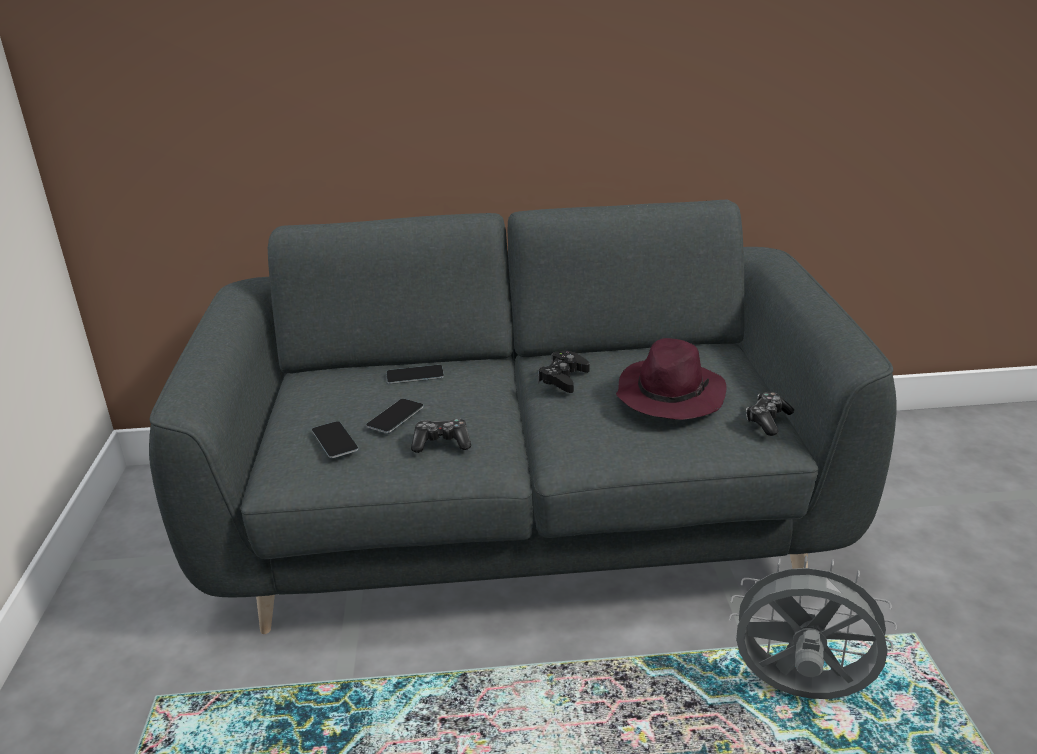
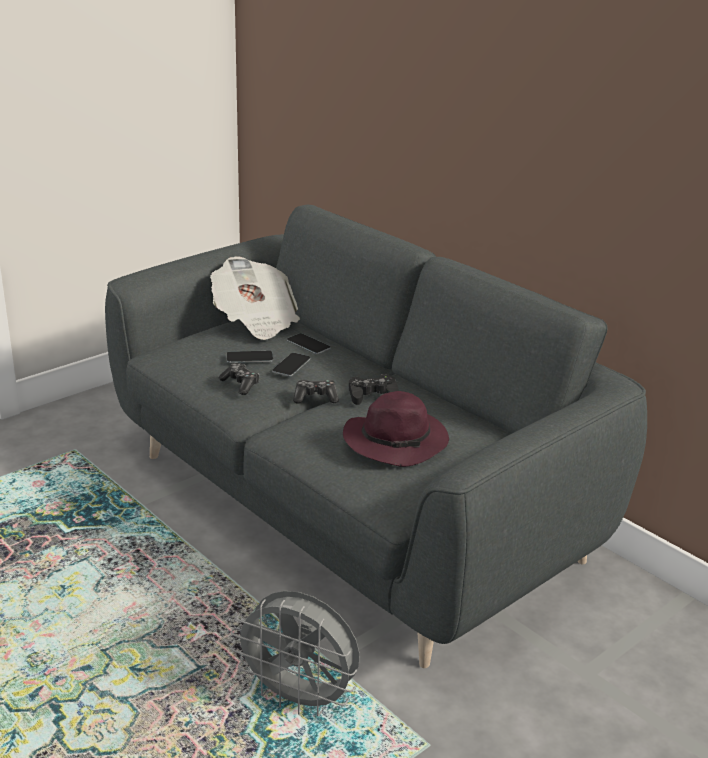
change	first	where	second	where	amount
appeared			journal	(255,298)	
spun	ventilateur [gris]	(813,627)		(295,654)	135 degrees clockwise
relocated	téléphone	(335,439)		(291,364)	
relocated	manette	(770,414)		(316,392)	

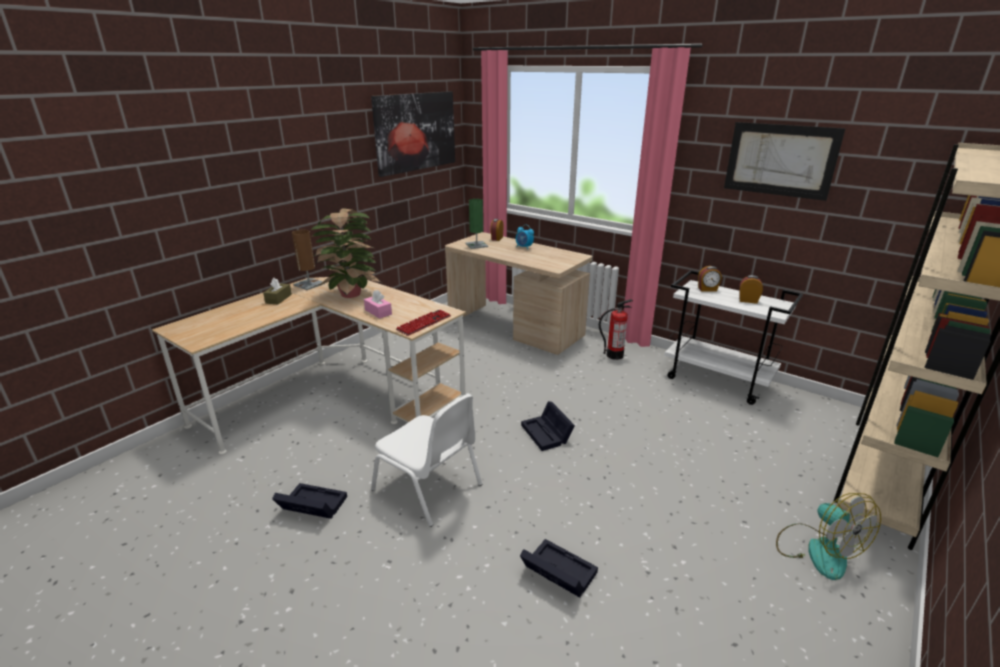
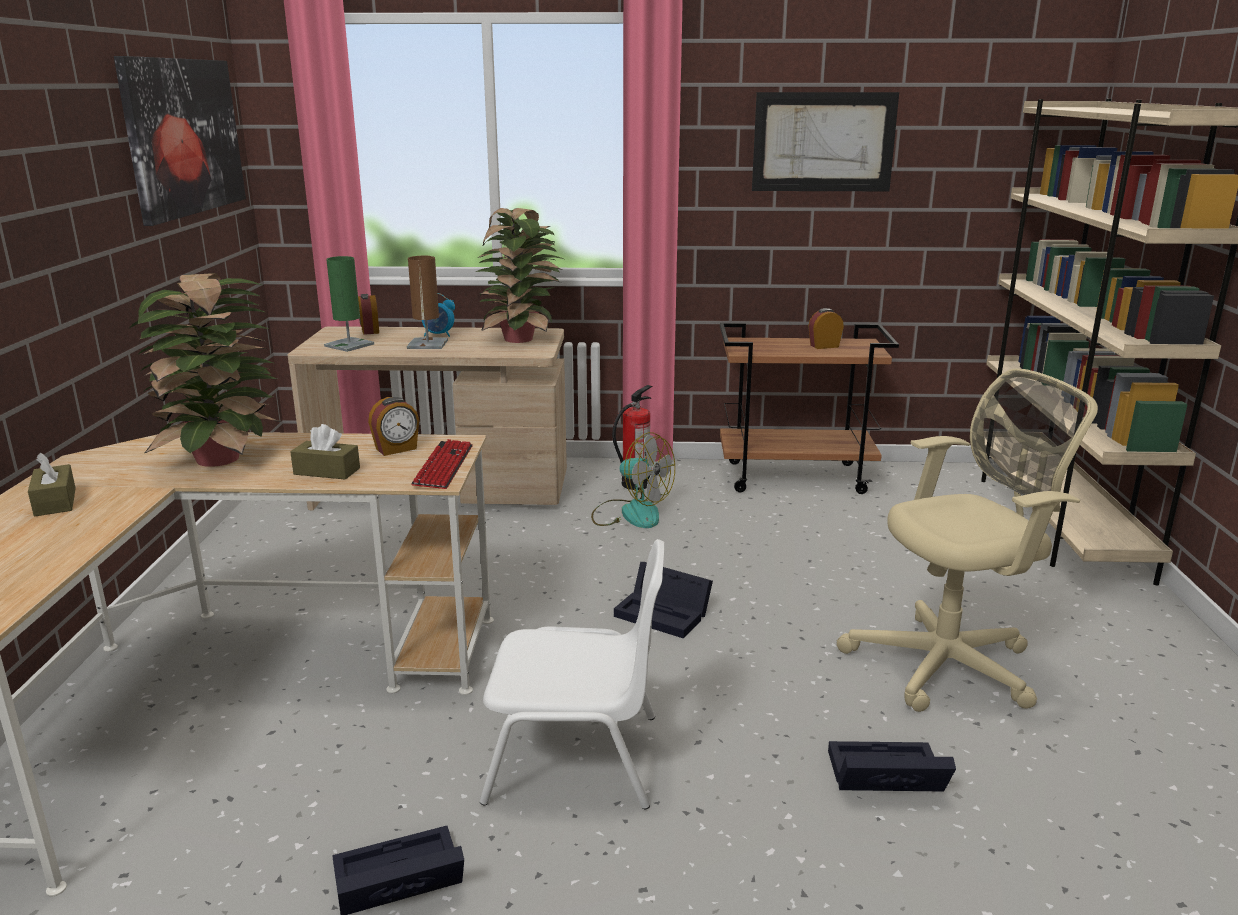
change	first	where	second	where	amount
colour	boîte à mouchoirs [rose]	(378,304)	boîte à mouchoirs [marron]	(325,452)	
relocated	réveil	(710,279)		(393,426)	
relocated	lampe de table [marron]	(308,260)		(427,302)	
appeared			plante en pot	(521,275)	
relocated	ventilateur	(828,536)		(633,480)	
colour	chariot [blanc]	(733,337)	chariot [marron]	(809,408)	
appeared			chaise de bureau [beige]	(967,540)	

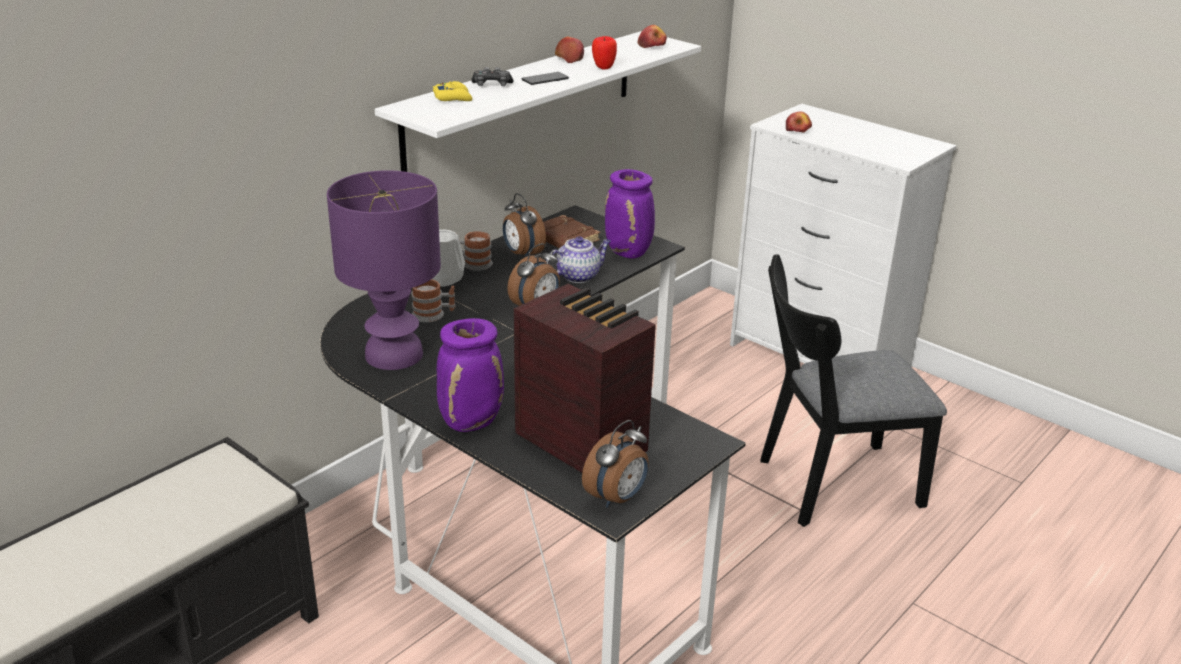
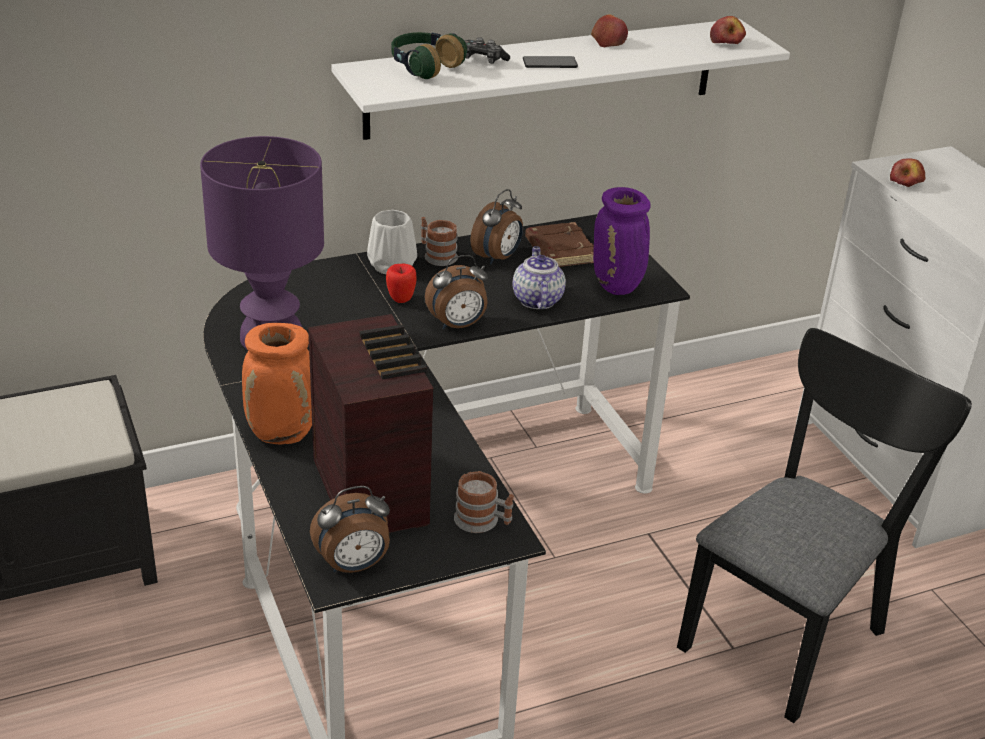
change	first	where	second	where	amount
colour	vase [violet]	(470,375)	vase [orange]	(277,383)	
relocated	pomme	(604,53)		(401,283)	
exchanged	manette [jaune]	(452,91)	casque audio	(429,55)	
relocated	mug	(433,300)		(484,502)	
spun	réveil	(524,225)		(496,226)	135 degrees counterclockwise
spun	théière	(578,259)		(539,277)	90 degrees counterclockwise
spun	chaise [noir]	(853,390)		(824,525)	120 degrees clockwise

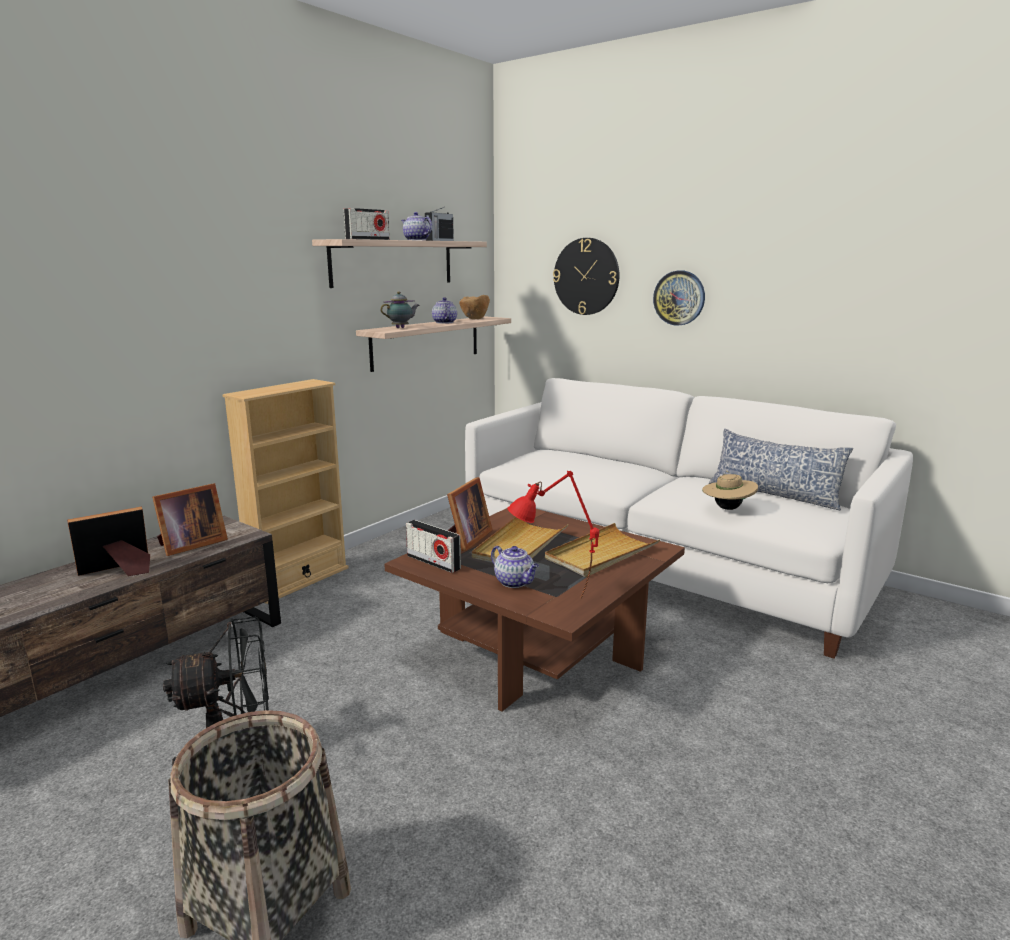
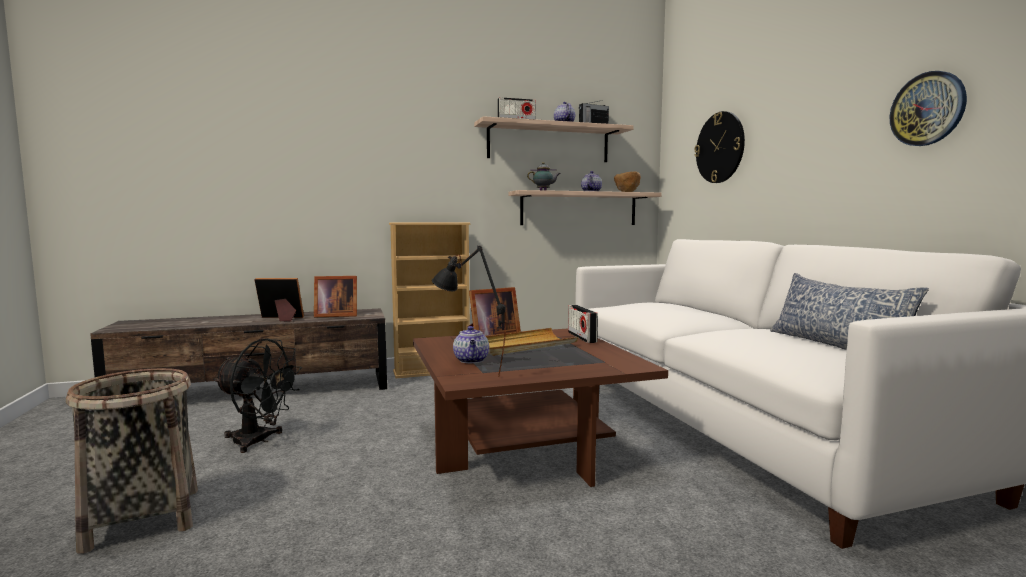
change	first	where	second	where	amount
colour	lampe de table [rouge]	(553,535)	lampe de table [noir]	(469,311)	
relocated	radio	(433,546)		(583,324)	
relocated	horloge murale	(679,298)		(928,108)	
missing	plateau [beige]	(602,550)			
missing	chapeau [beige]	(730,490)			

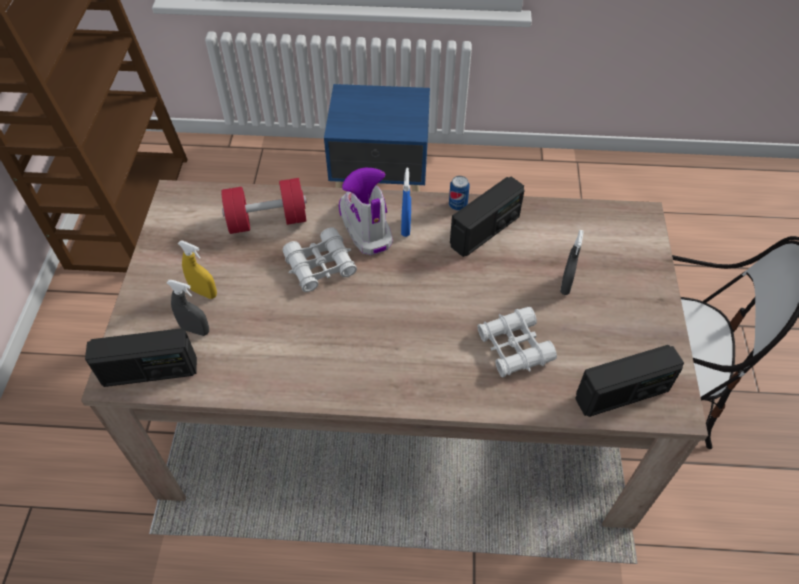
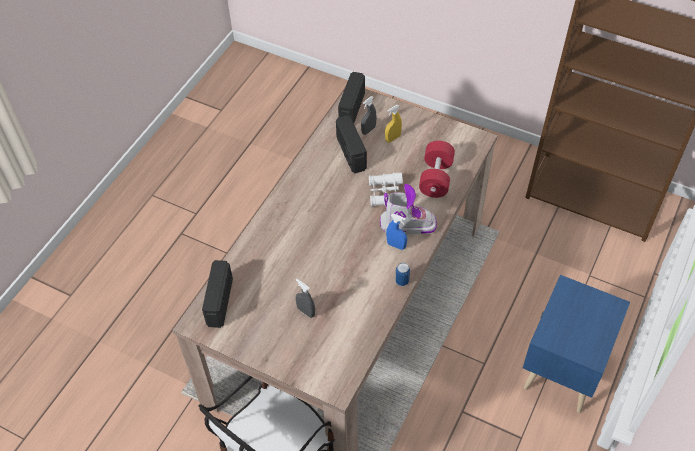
change	first	where	second	where	amount
relocated	radio	(487,217)		(351,144)	
missing	jumelles [blanc]	(517,342)			

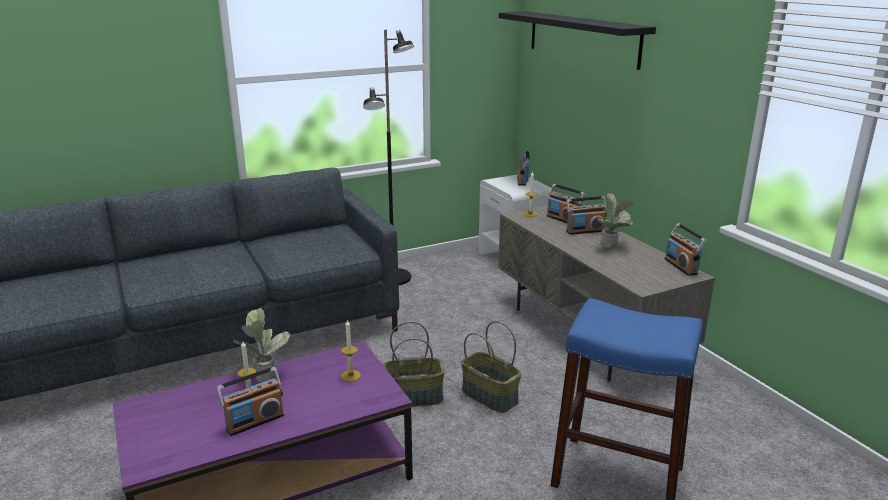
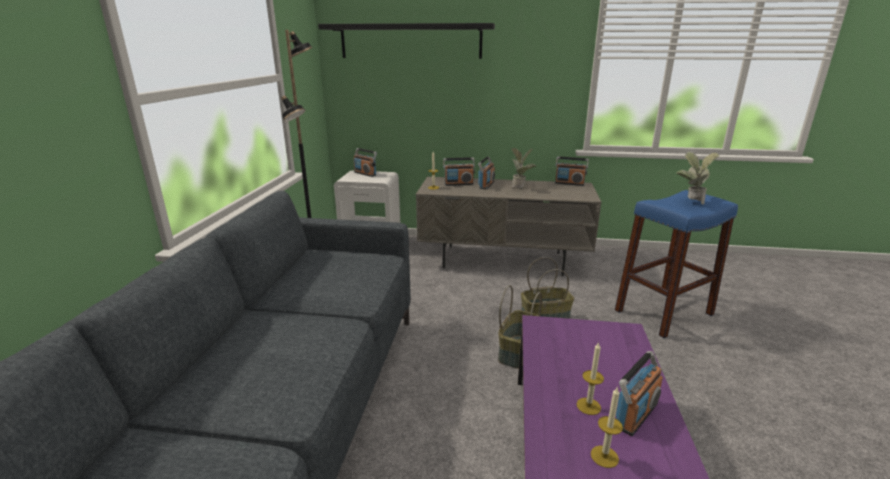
change	first	where	second	where	amount
relocated	bougie	(351,350)		(607,428)	
spun	radio	(250,401)		(639,393)	45 degrees clockwise
relocated	plante en pot	(262,345)		(697,178)	

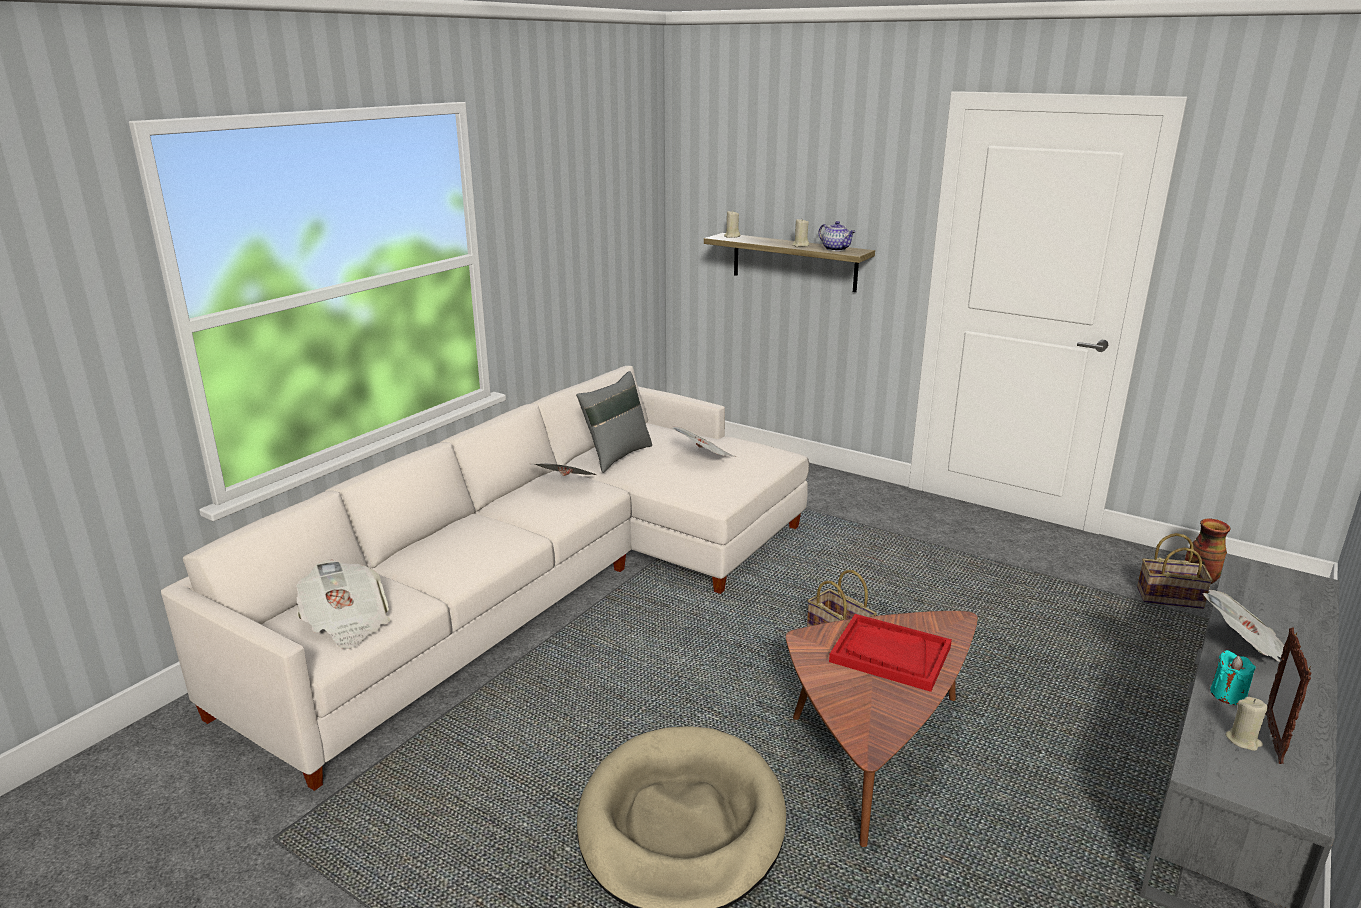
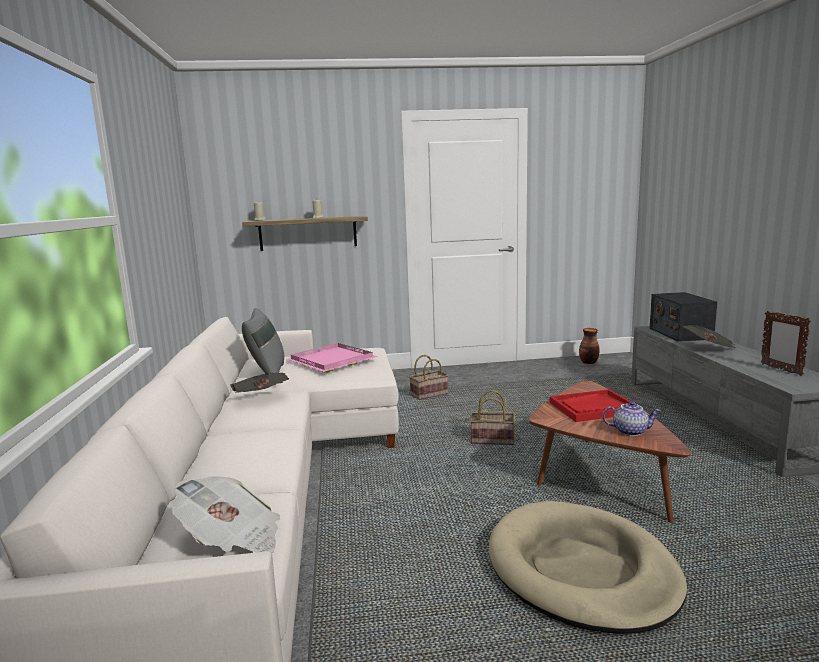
change	first	where	second	where	amount
exchanged	journal	(704,442)	plateau [rose]	(332,357)	
relocated	panier	(1175,571)		(428,377)	
relocated	théière	(837,236)		(631,418)	
appeared			radio	(683,317)	
missing	bougie [turquoise]	(1233,677)			
missing	bougie [beige]	(1246,724)			

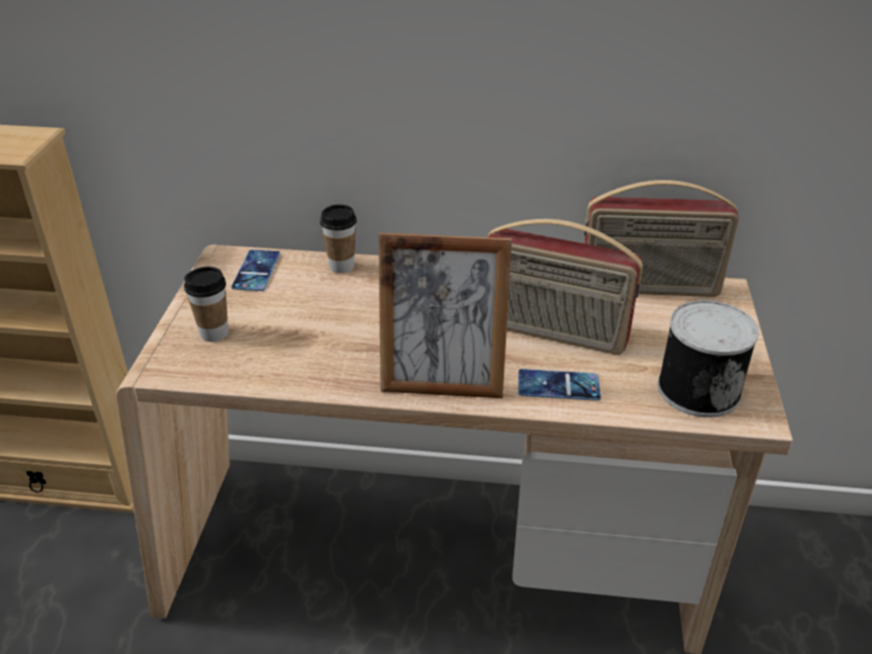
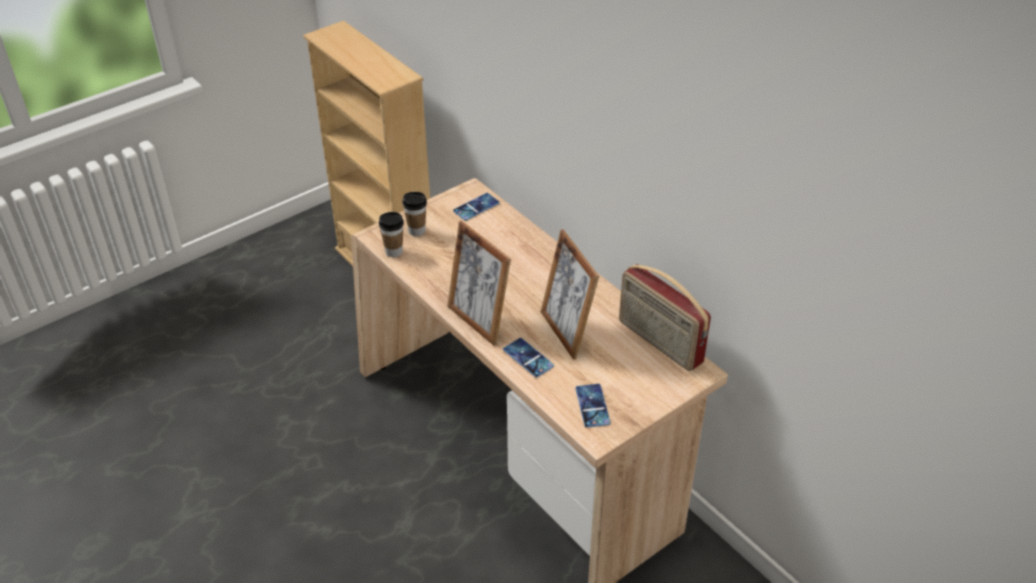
change	first	where	second	where	amount
relocated	tasse	(338,238)		(391,234)	
exchanged	radio	(565,287)	cadre photo	(570,294)	
exchanged	boîte métallique	(708,359)	téléphone	(593,406)	

